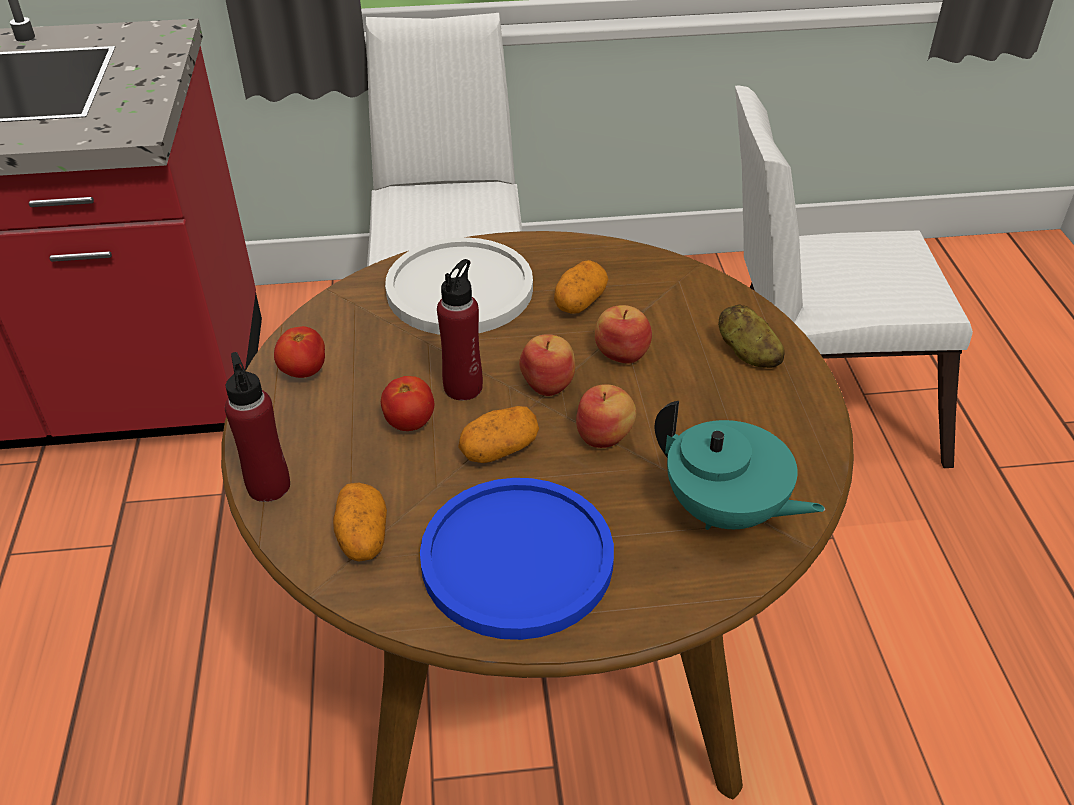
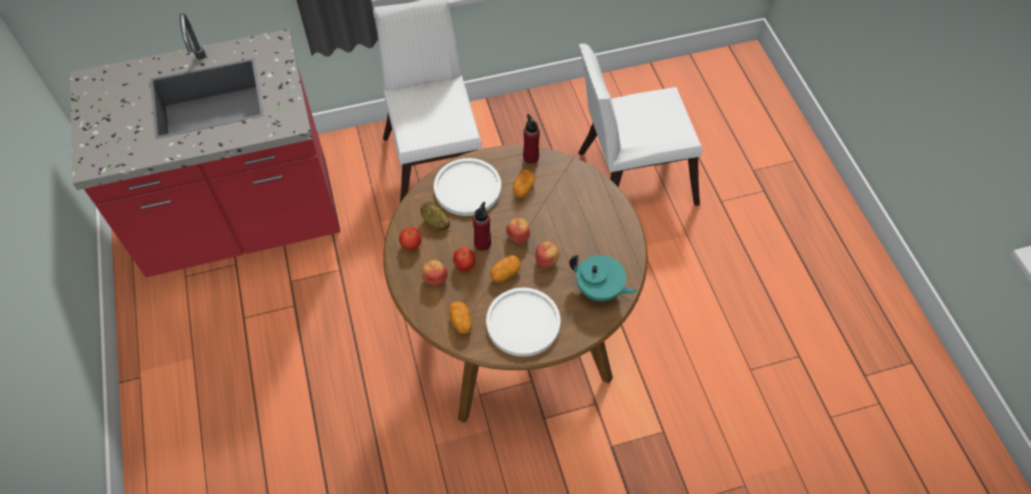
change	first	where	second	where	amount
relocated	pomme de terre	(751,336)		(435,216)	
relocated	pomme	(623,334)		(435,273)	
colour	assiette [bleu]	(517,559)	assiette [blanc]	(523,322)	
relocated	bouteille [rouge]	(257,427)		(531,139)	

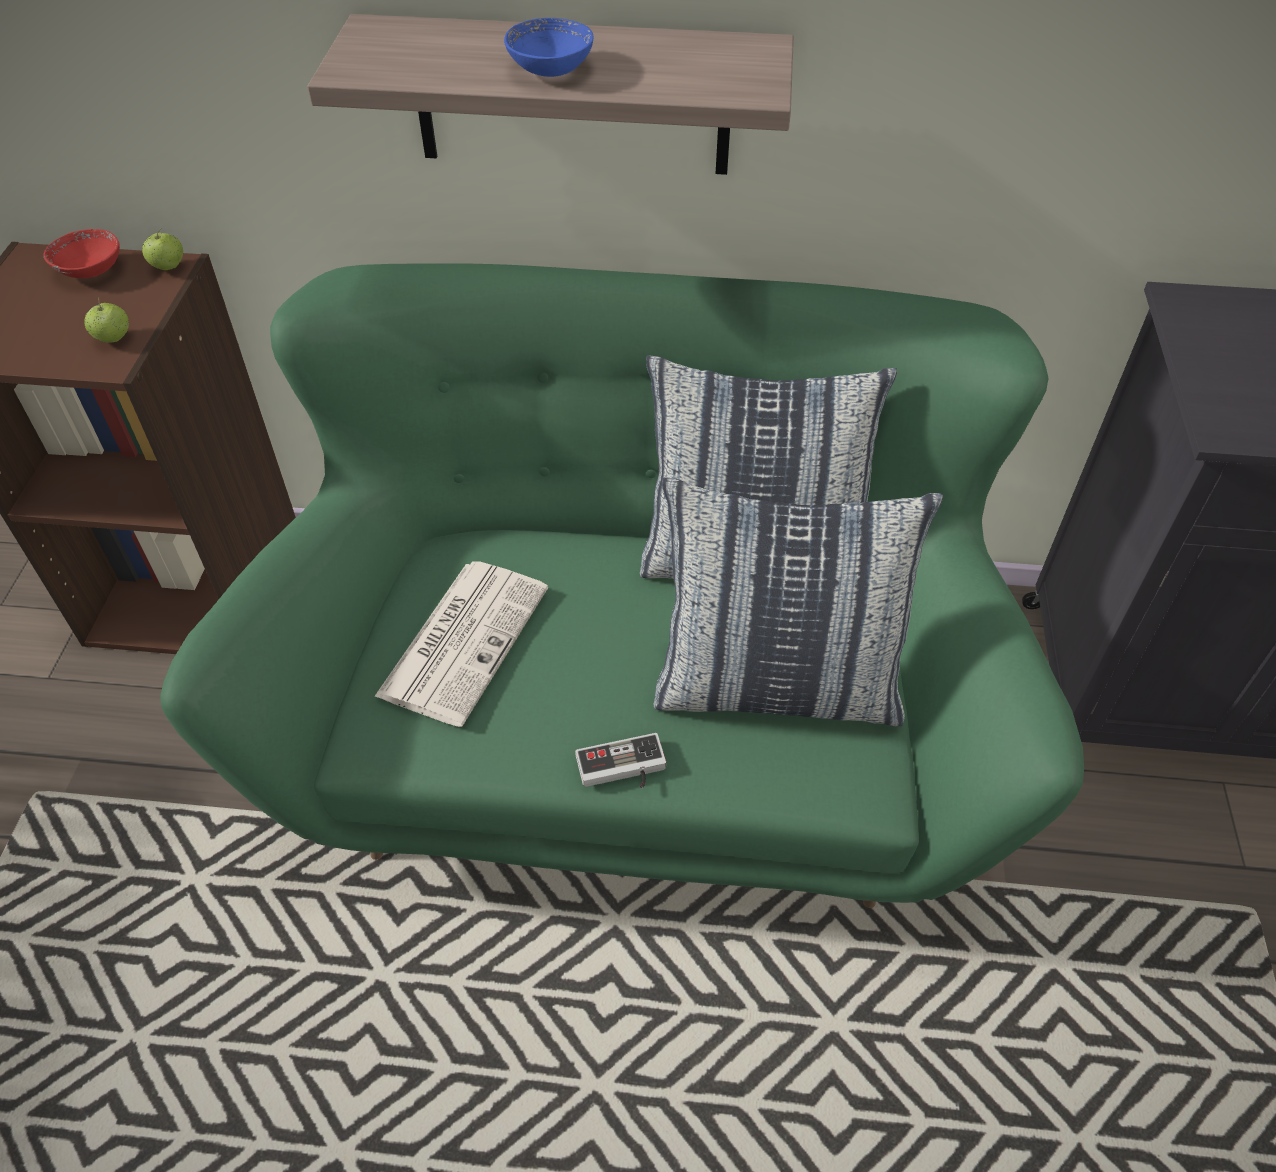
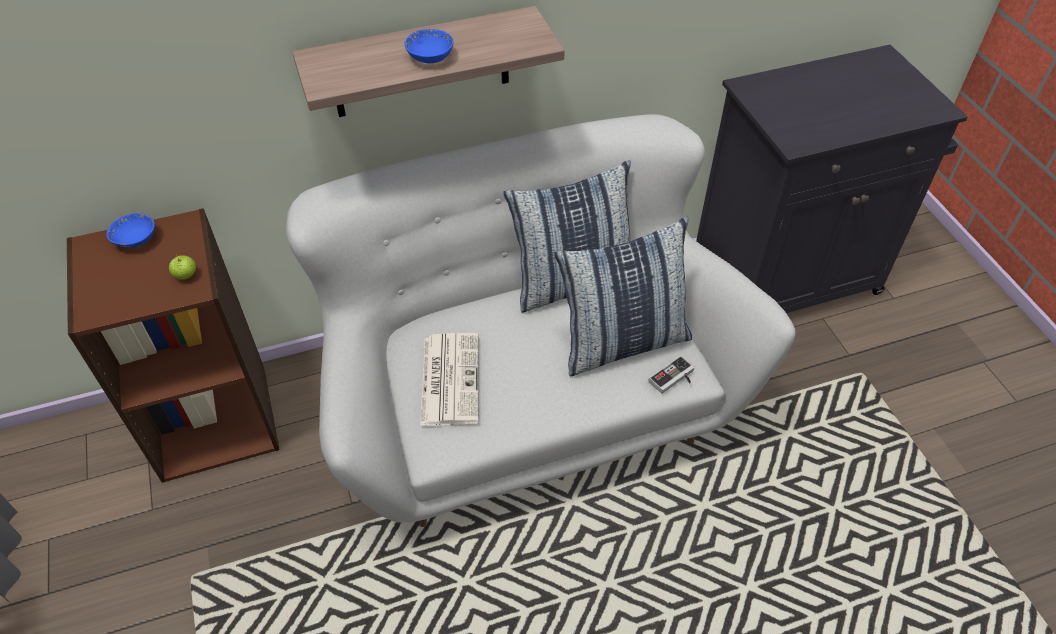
change	first	where	second	where	amount
colour	bol [rouge]	(82,253)	bol [bleu]	(130,230)	
colour	canapé [vert]	(622,585)	canapé [blanc]	(541,320)	
relocated	manette	(620,760)		(671,374)	
missing	pomme	(162,249)			

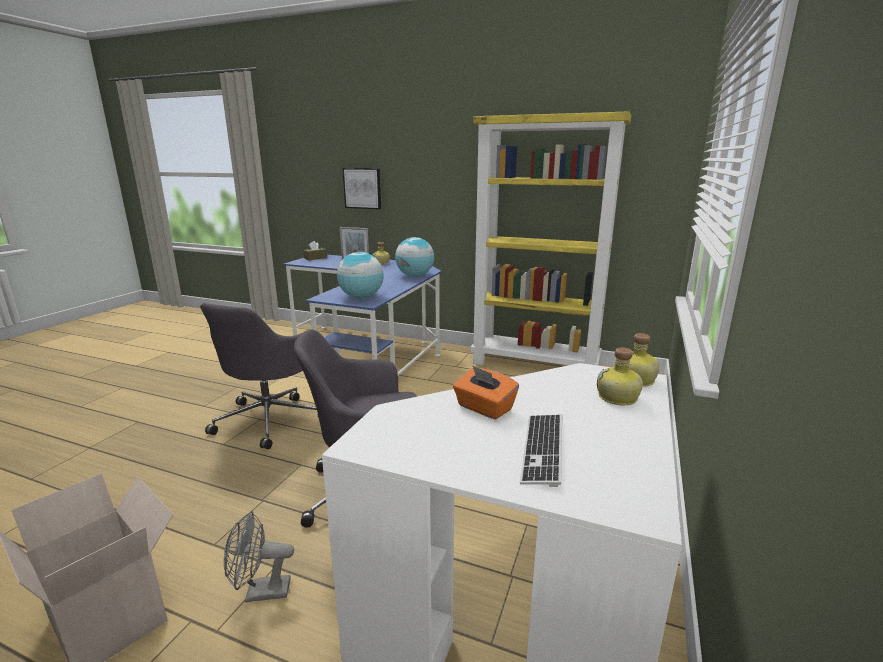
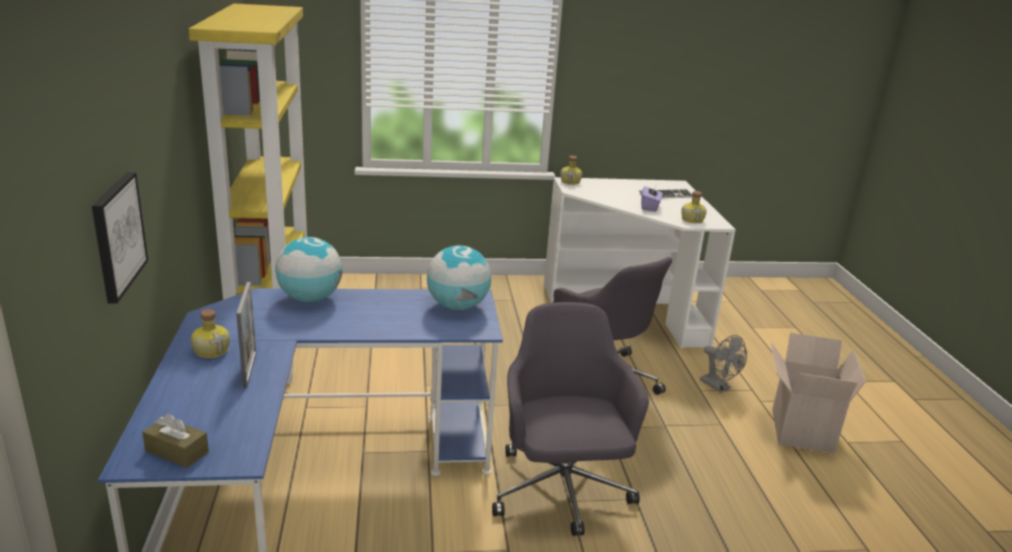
change	first	where	second	where	amount
spun	chaise de bureau [gris]	(259,376)		(570,419)	90 degrees counterclockwise
colour	boîte à mouchoirs [orange]	(486,392)	boîte à mouchoirs [violet]	(651,197)	
relocated	bouteille	(620,376)		(694,207)	

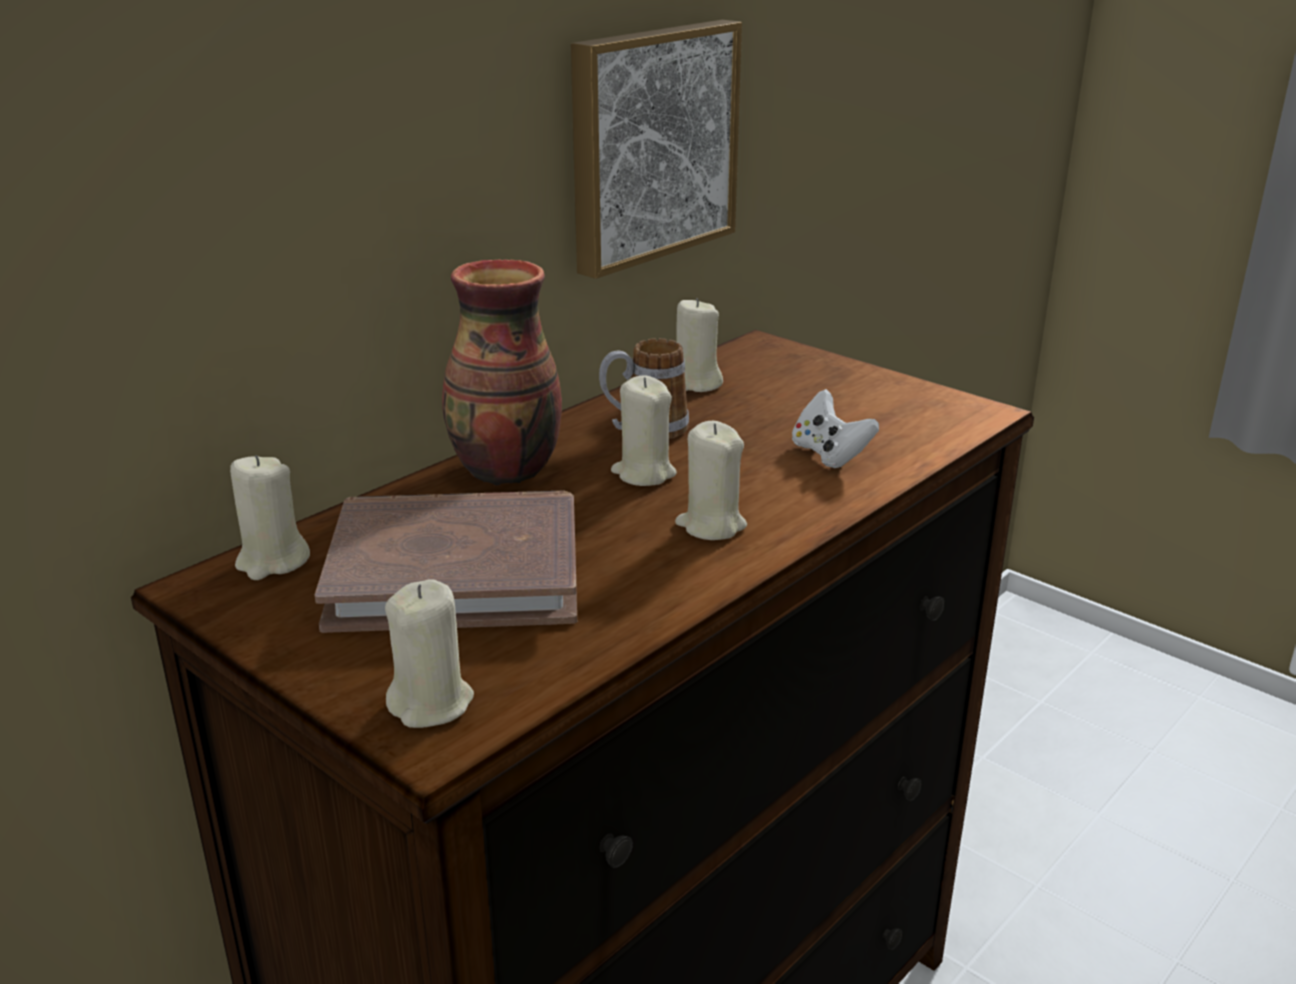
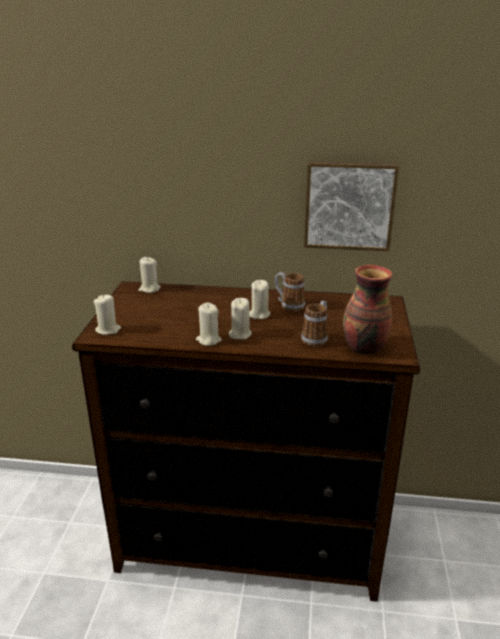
change	first	where	second	where	amount
relocated	bougie [beige]	(699,345)		(209,324)	
exchanged	manette [blanc]	(835,428)	mug	(314,323)	
relocated	vase	(502,372)		(368,310)	
missing	livre [marron]	(446,561)			

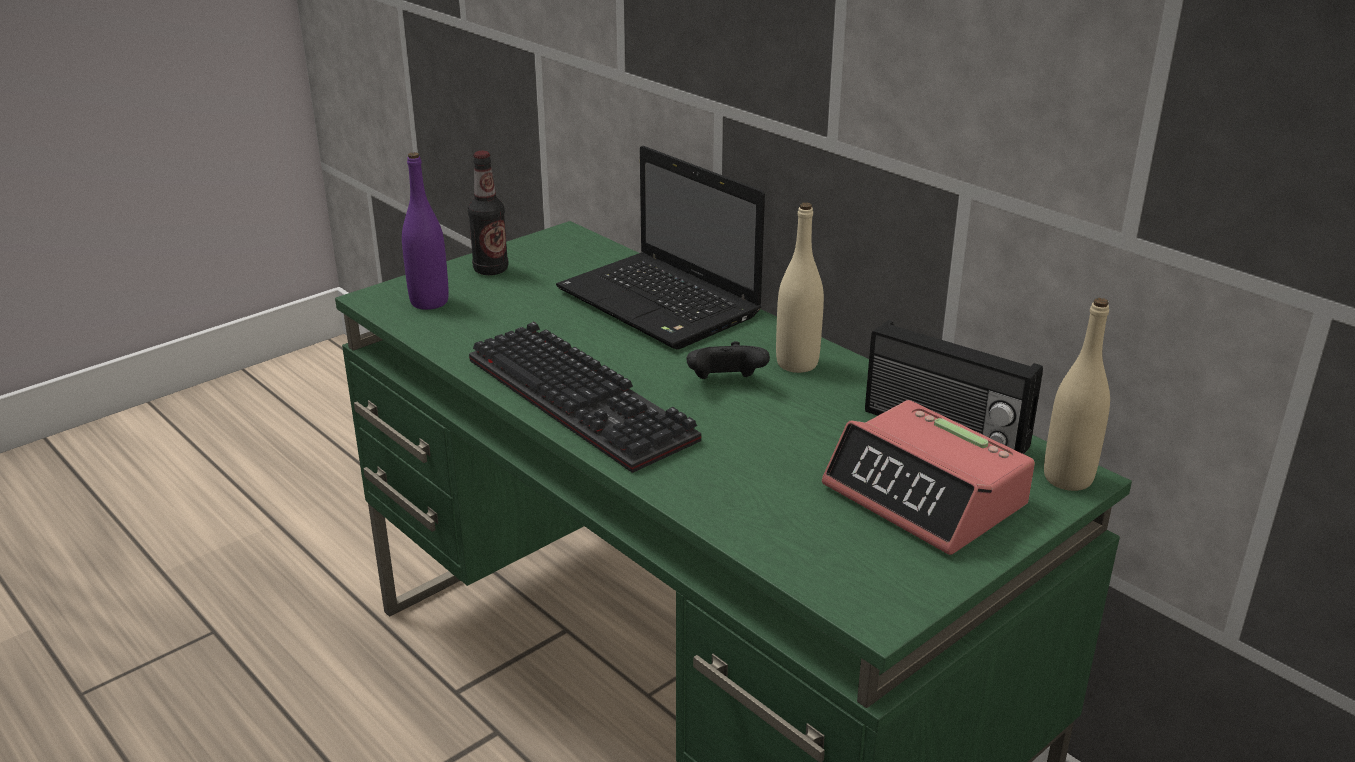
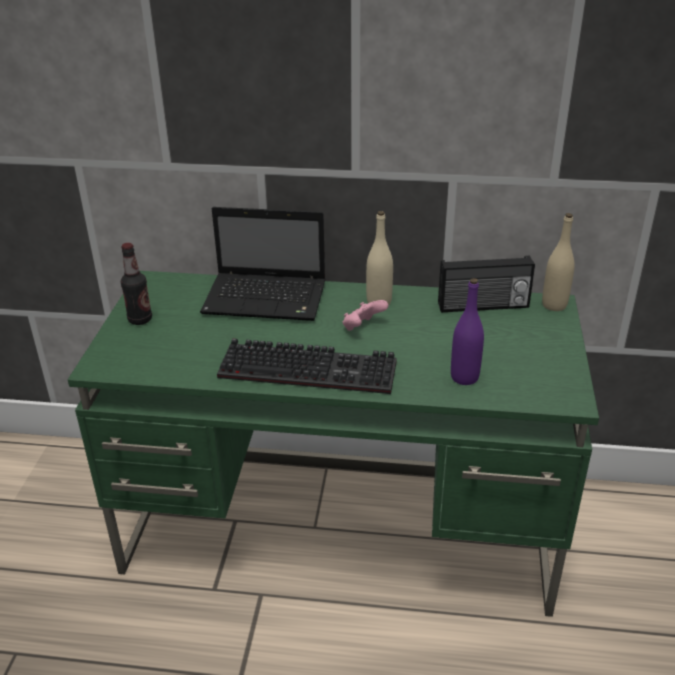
change	first	where	second	where	amount
colour	manette [noir]	(728,360)	manette [rose]	(366,315)	
relocated	bouteille [violet]	(425,231)		(467,331)	
missing	réveil	(928,477)			

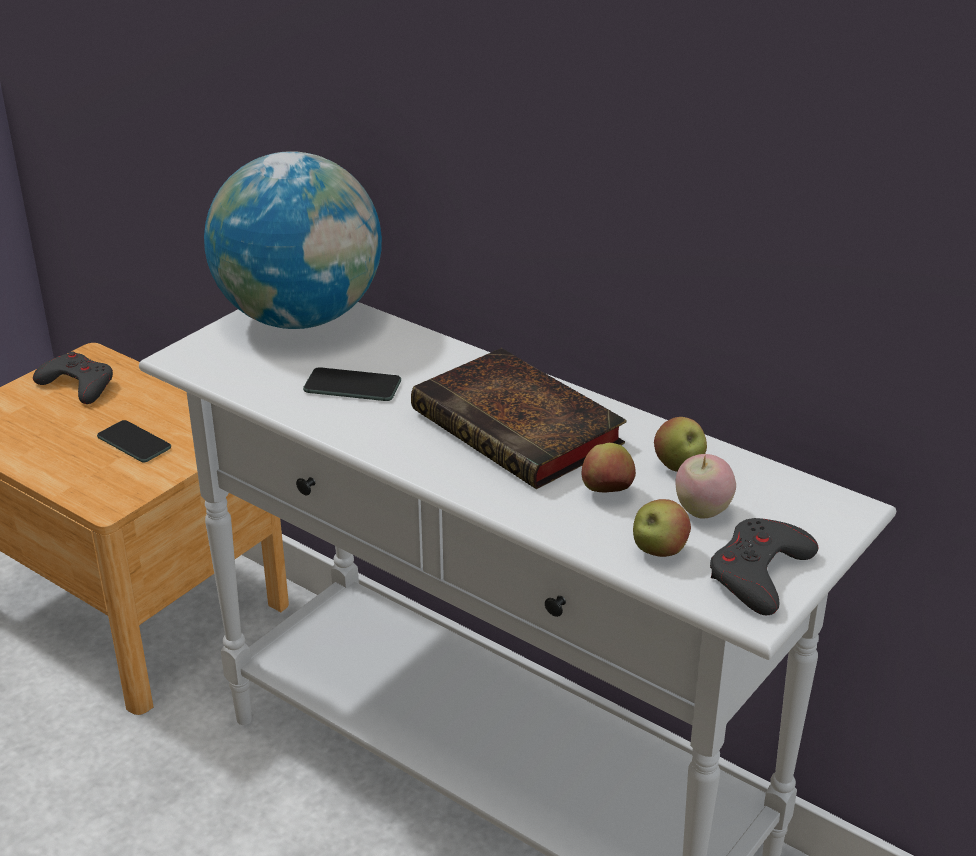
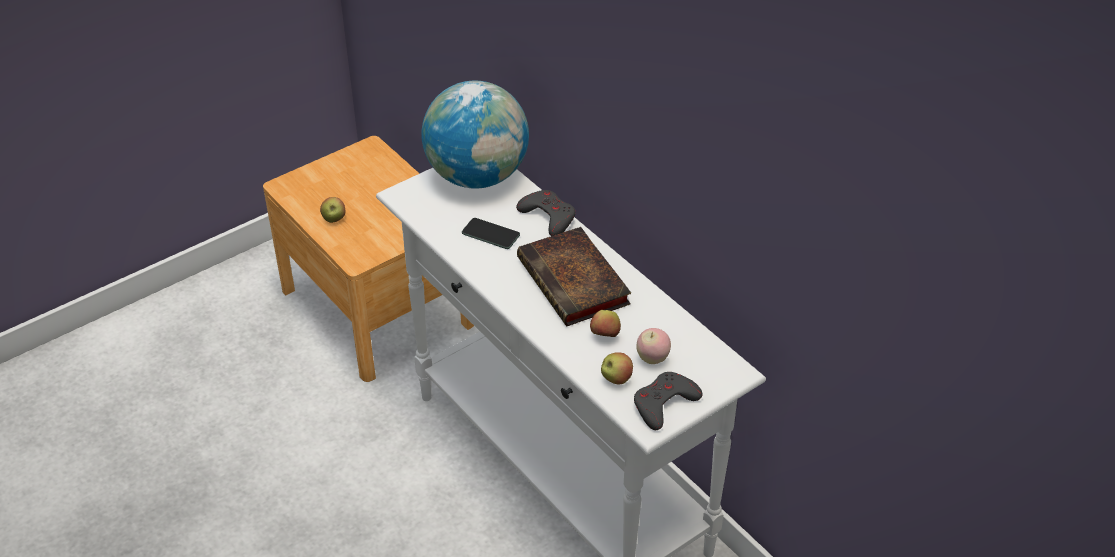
change	first	where	second	where	amount
relocated	pomme	(680,444)		(332,210)	
relocated	manette [gris]	(73,378)		(546,213)	
missing	téléphone	(134,441)			

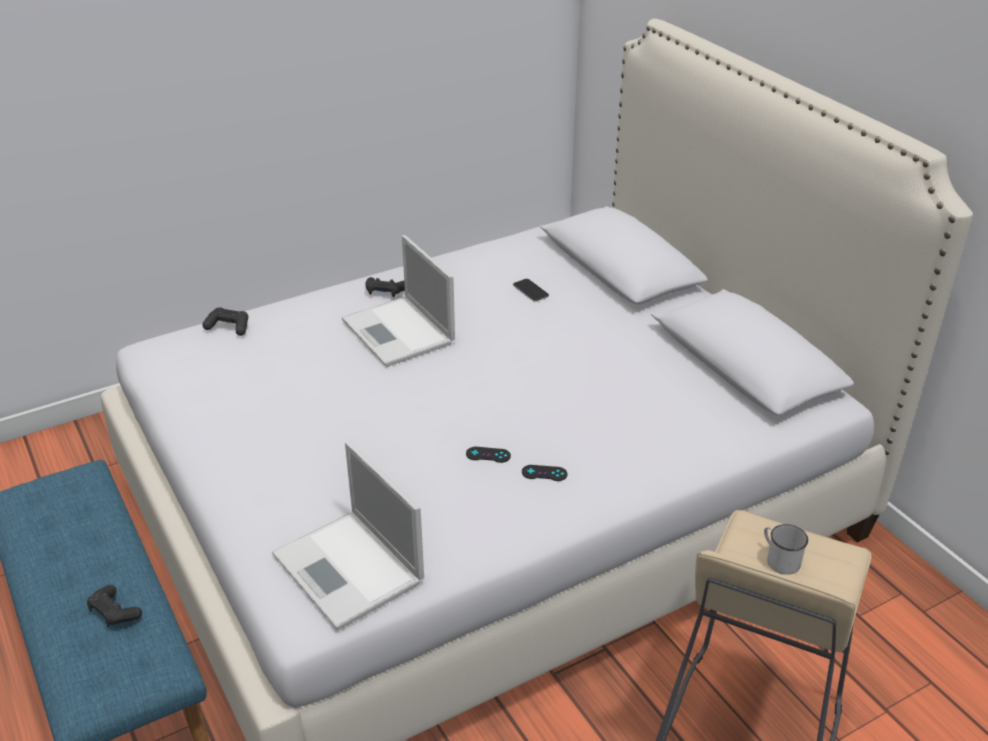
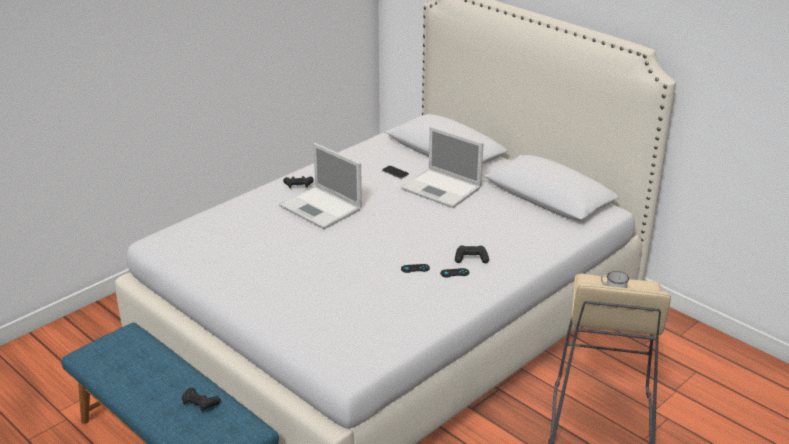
change	first	where	second	where	amount
relocated	ordinateur portable	(348,535)		(442,167)	
relocated	manette [noir]	(225,321)		(472,254)	

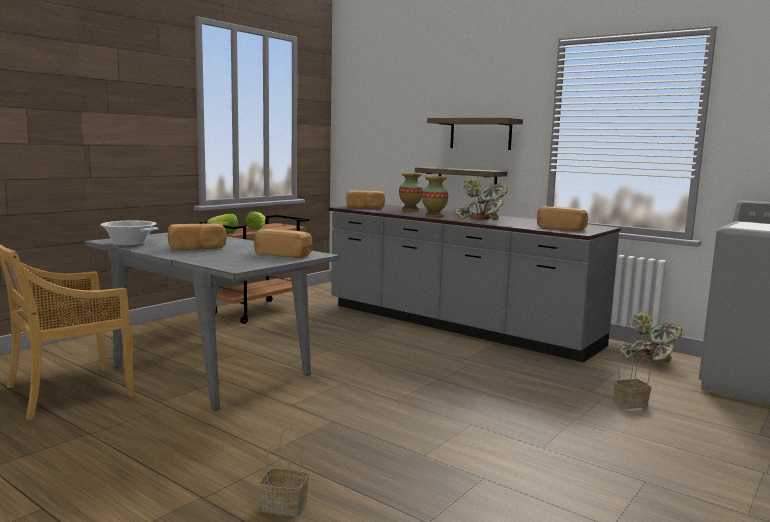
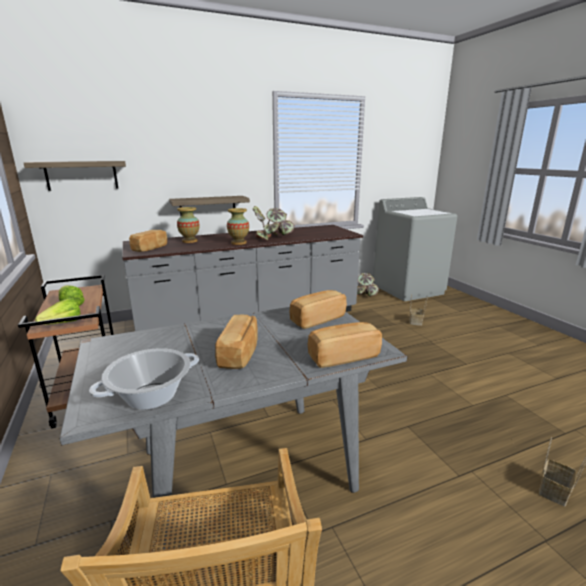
change	first	where	second	where	amount
relocated	étagère	(475,134)		(75,176)	
relocated	pain	(562,219)		(345,345)	

